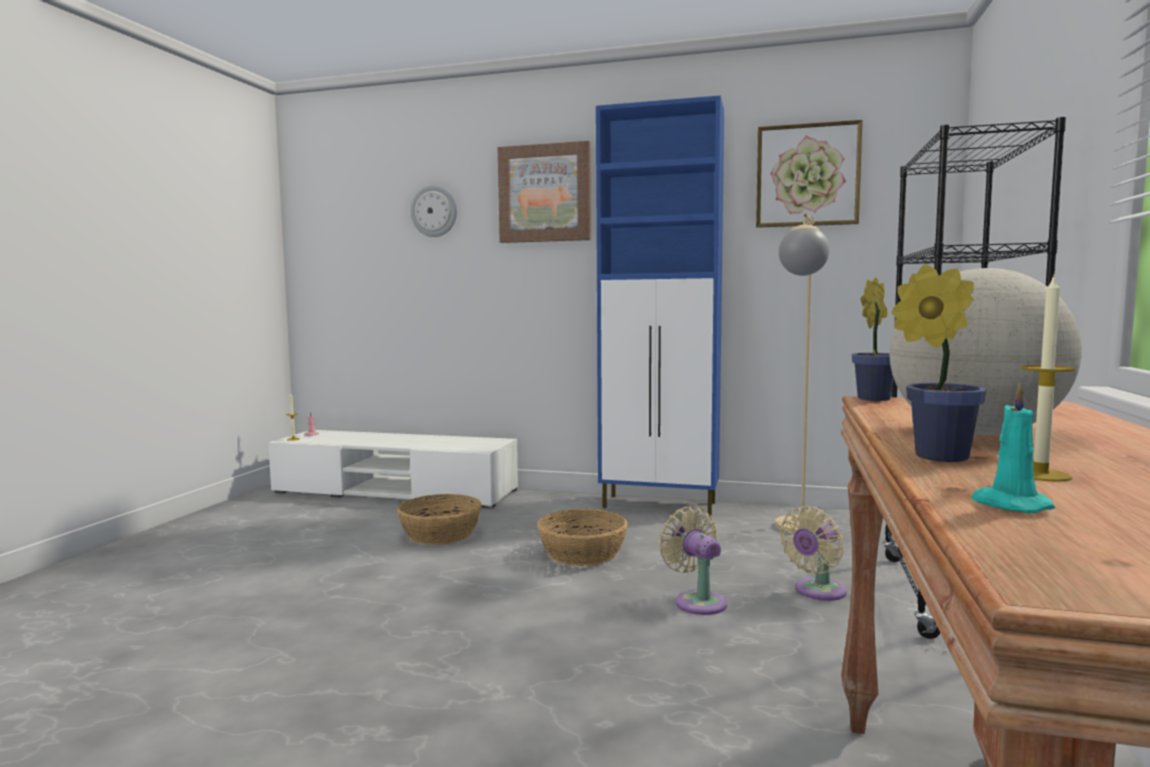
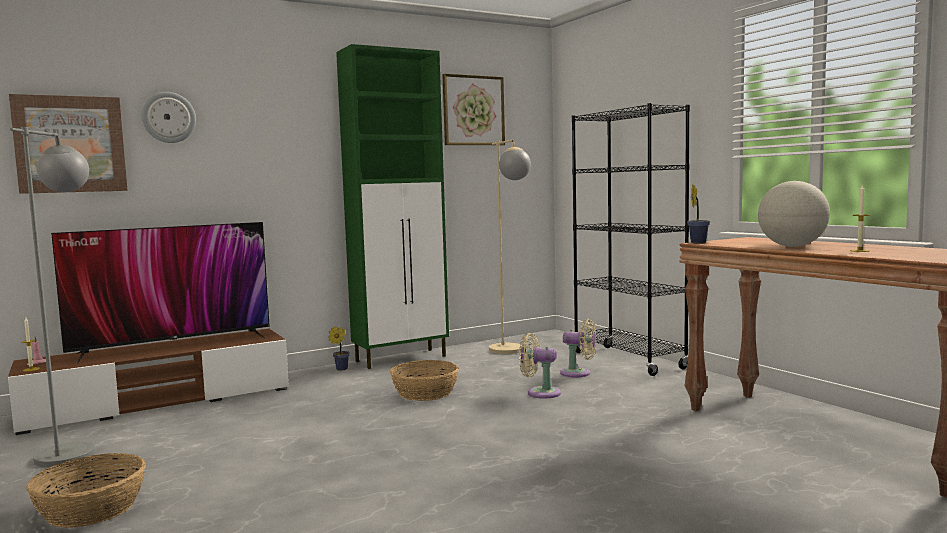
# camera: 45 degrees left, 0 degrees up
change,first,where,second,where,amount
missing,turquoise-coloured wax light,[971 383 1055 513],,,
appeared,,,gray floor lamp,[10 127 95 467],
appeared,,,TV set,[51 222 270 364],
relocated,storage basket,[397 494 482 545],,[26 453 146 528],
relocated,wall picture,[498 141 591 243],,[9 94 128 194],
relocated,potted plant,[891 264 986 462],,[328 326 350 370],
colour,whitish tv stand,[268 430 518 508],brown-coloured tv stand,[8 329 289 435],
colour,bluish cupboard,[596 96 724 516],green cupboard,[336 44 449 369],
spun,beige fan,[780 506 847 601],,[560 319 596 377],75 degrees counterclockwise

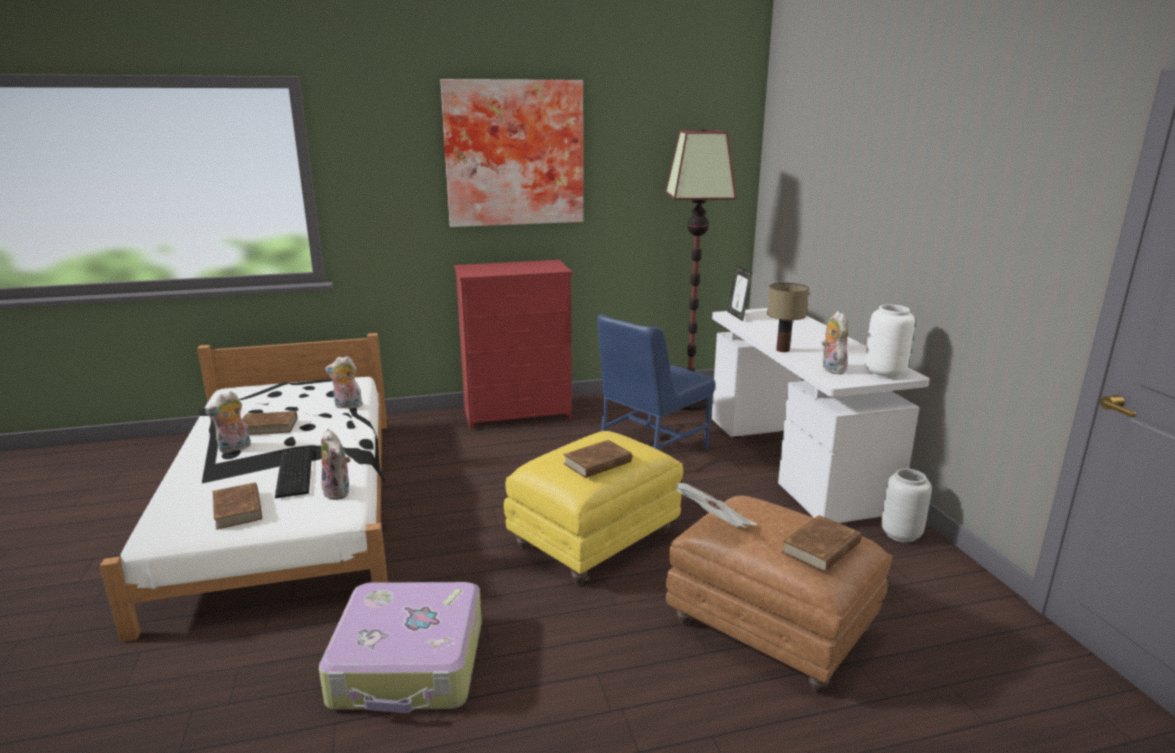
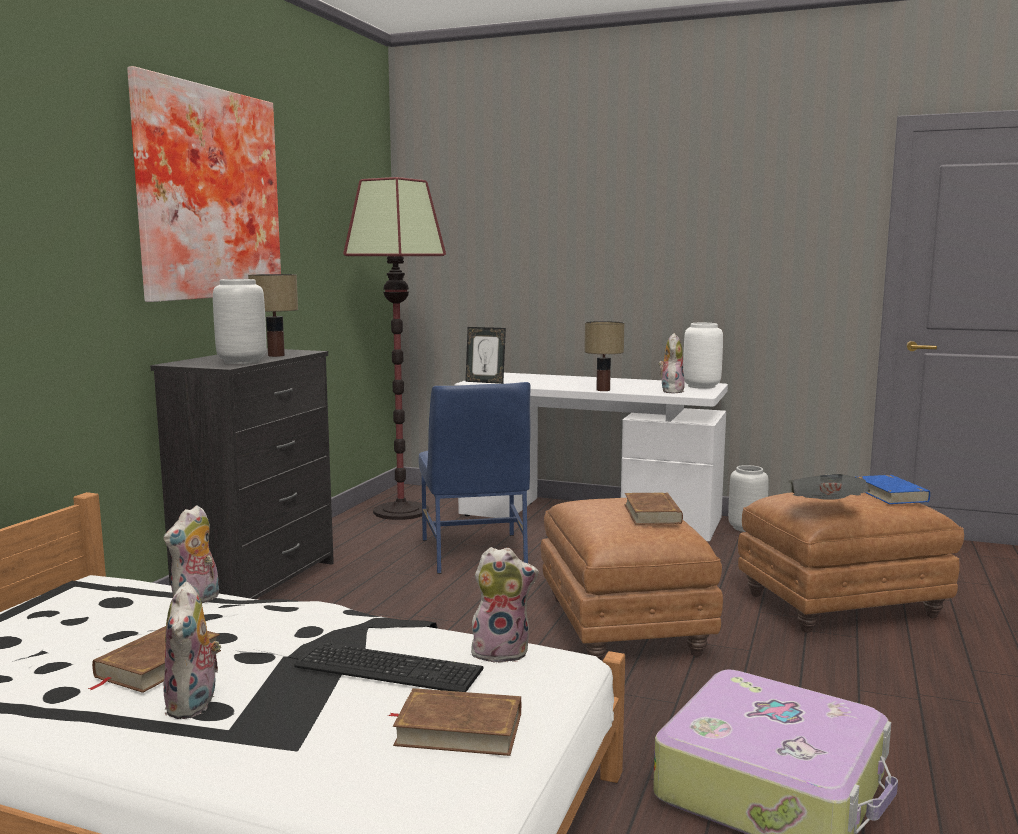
# camera: 55 degrees left, 10 degrees down
change,first,where,second,where,amount
appeared,,,gray decorative vase,[213 279 266 364],
appeared,,,table lamp,[248 274 298 357],
colour,reddish dresser,[454 260 572 430],black dresser,[150 348 334 599],
colour,yellow-coloured ottoman,[504 431 684 585],brown-coloured ottoman,[541 498 723 661],
colour,brown-coloured volume,[782 515 862 572],bluish volume,[856 475 930 504],
spun,soft toy,[822 311 848 374],,[658 333 685 394],75 degrees clockwise

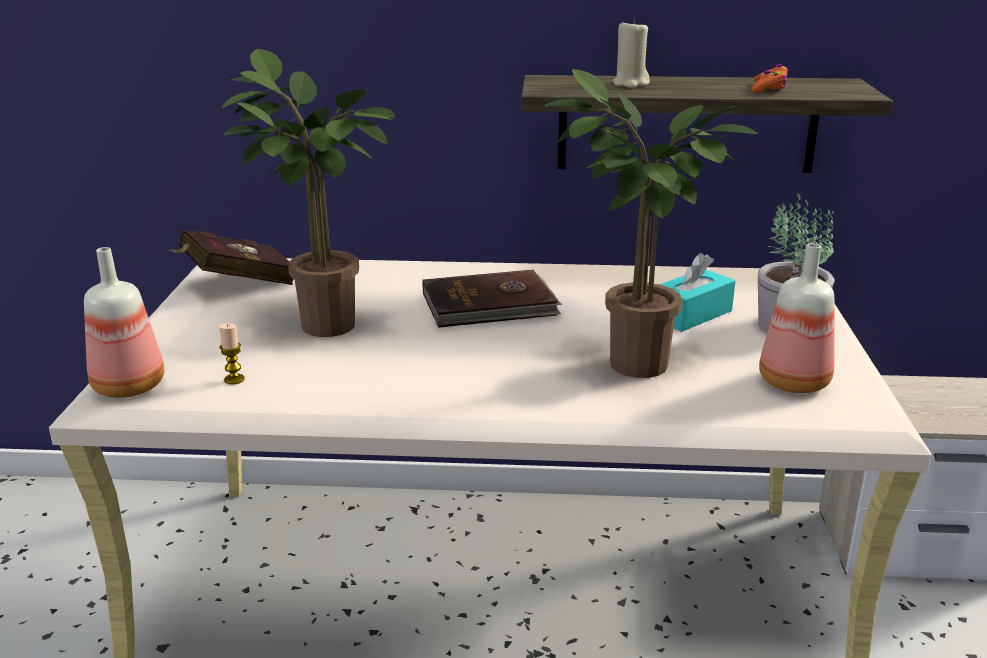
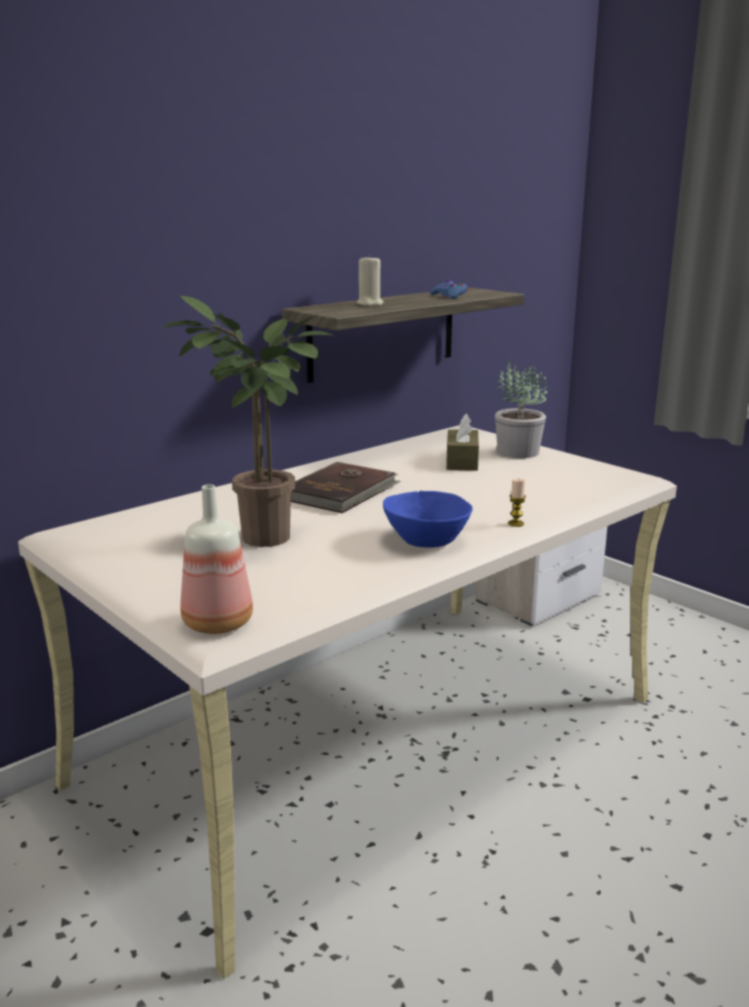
# camera: 45 degrees left, 5 degrees down
change,first,where,second,where,amount
missing,reddish volume,[168 230 293 285],,,
missing,potted plant,[544 69 758 378],,,
missing,drink bottle,[759 243 834 393],,,
appeared,,,bluish serving bowl,[383 491 473 548],
relocated,wax light,[219 323 245 385],,[508 478 526 527],
colour,turquoise-coloured tissue box,[660 253 735 332],brown-coloured tissue box,[446 414 479 471],
colour,orange joypad,[751 64 789 93],bluish joypad,[430 280 468 299],

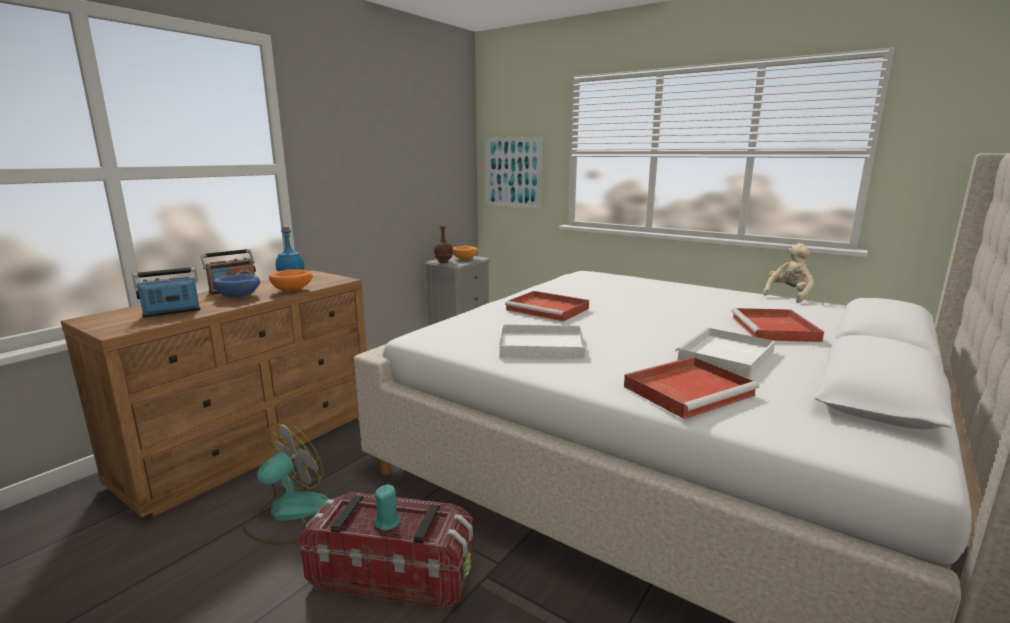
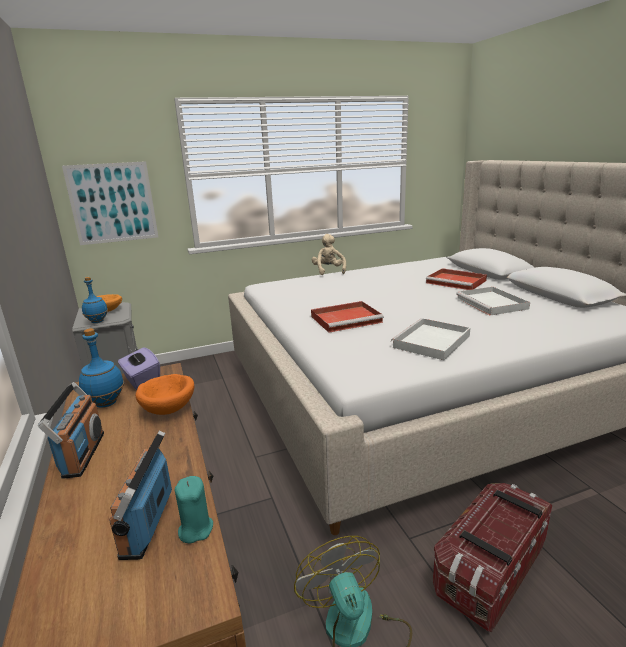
# camera: 55 degrees left, 5 degrees up
change,first,where,second,where,amount
missing,bluish serving bowl,[213 273 260 297],,,
missing,reddish serving tray,[624 357 759 419],,,
appeared,,,purple-coloured tissue box,[118 346 160 390],
relocated,turquoise-coloured wax light,[374 484 400 531],,[175 476 213 543],
relocated,beige soft toy,[763 243 814 303],,[312 234 346 275],
colour,brown-coloured drink bottle,[434 224 453 263],bluish drink bottle,[82 277 108 323],

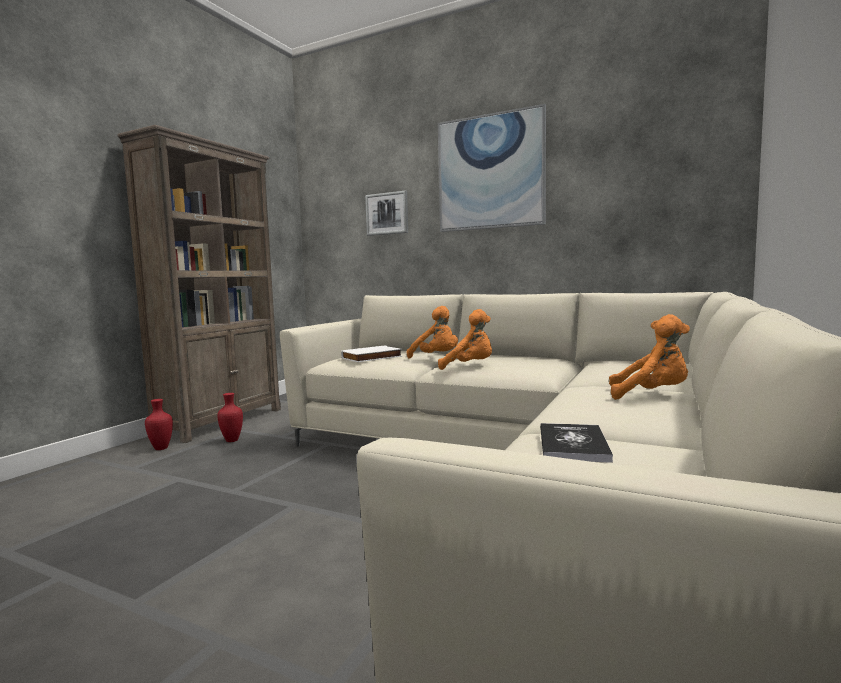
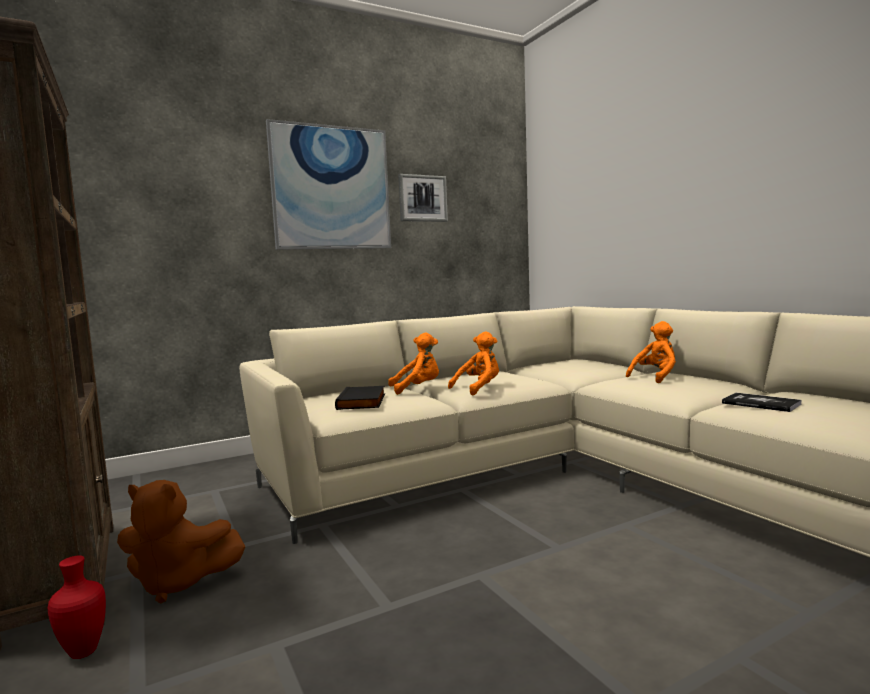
# camera: 55 degrees left, 0 degrees up
change,first,where,second,where,amount
relocated,wall picture,[365 190 408 236],,[398 174 448 222],
exchanged,reddish decorative vase,[217 393 243 442],brown-coloured soft toy,[117 480 246 604],
colour,whitish volume,[341 345 402 362],black volume,[335 386 385 410],

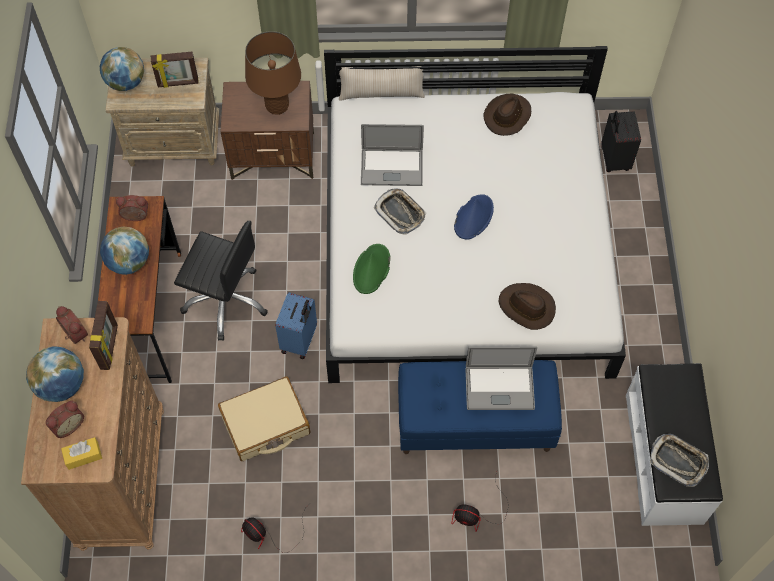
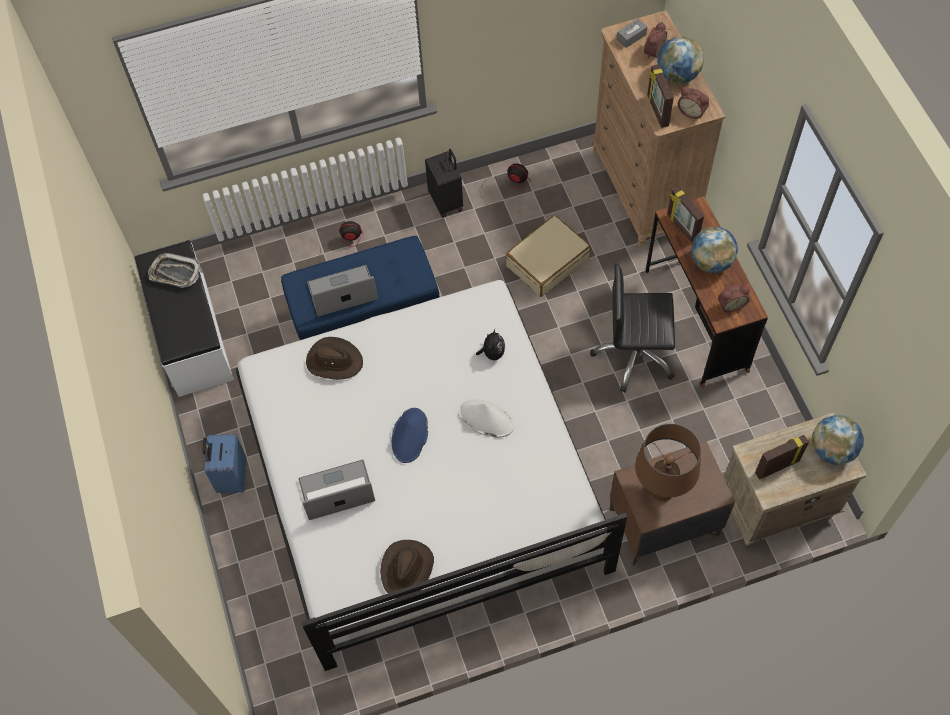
# camera: 165 degrees right, 0 degrees up
change,first,where,second,where,amount
appeared,,,picture frame,[667 186 704 243],
relocated,bluish piece of luggage,[275 292 317 359],,[202 434 247 493],
relocated,portable computer,[361 124 424 186],,[298 460 375 520],
relocated,black piece of luggage,[601 111 641 172],,[425 149 463 218],
exchanged,green hat,[353 244 390 294],soft toy,[476 329 505 360],
exchanged,serving tray,[374 188 426 235],whitish hat,[459 399 514 438],
colour,yellow-coloured tissue box,[61 437 102 470],gray tissue box,[617 19 647 48],

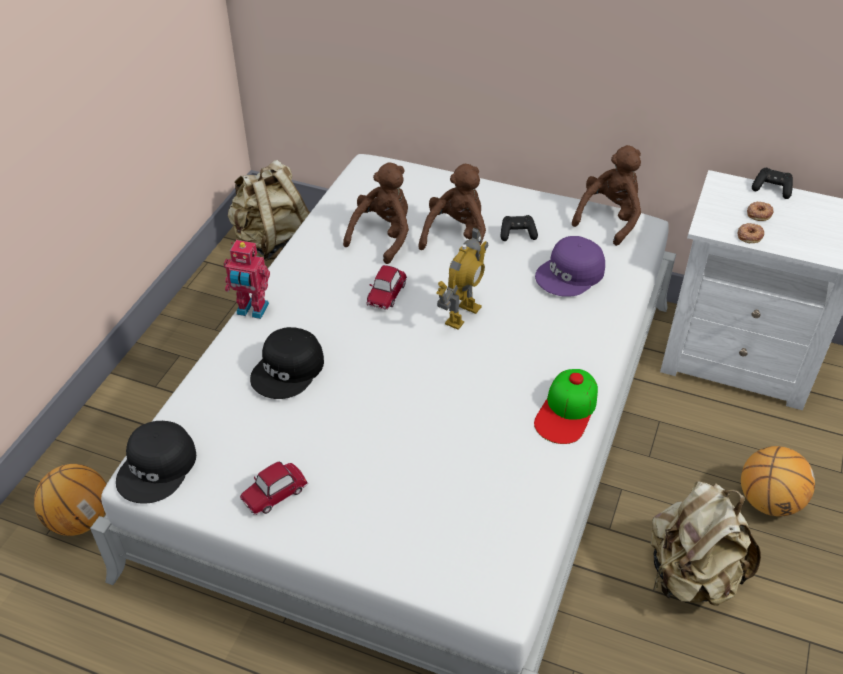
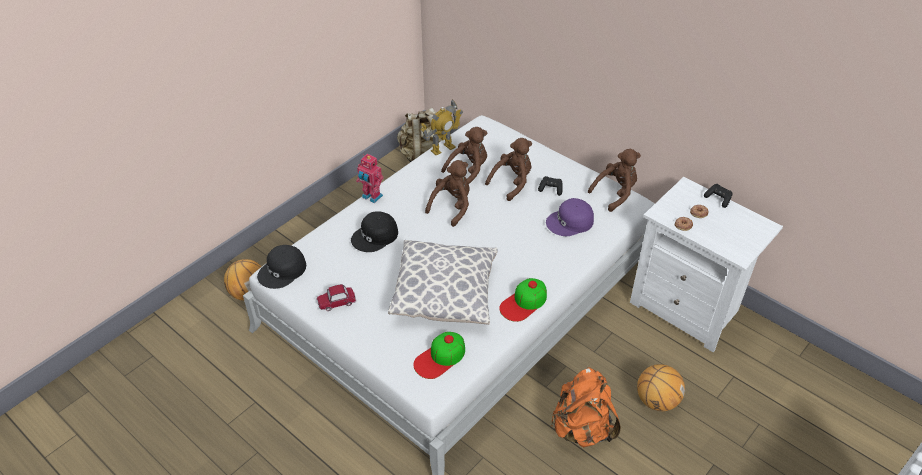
# camera: 20 degrees right, 0 degrees up
change,first,where,second,where,amount
appeared,,,cushion,[388 240 498 325],
appeared,,,cap,[413 332 465 379],
relocated,robot figure,[437 227 488 330],,[420 99 463 155],
exchanged,miniature car,[366 265 407 310],brown-coloured soft toy,[425 160 470 227],
colour,beige knapsack,[651 481 761 606],orange knapsack,[551 367 621 448],

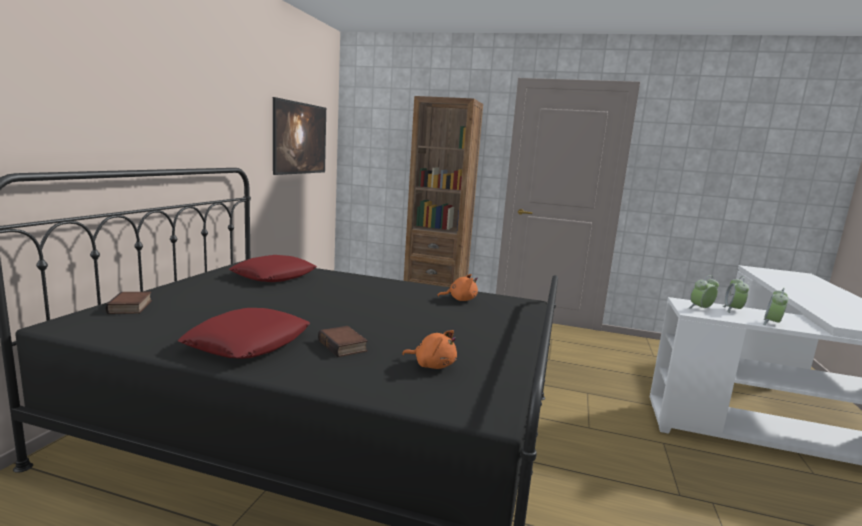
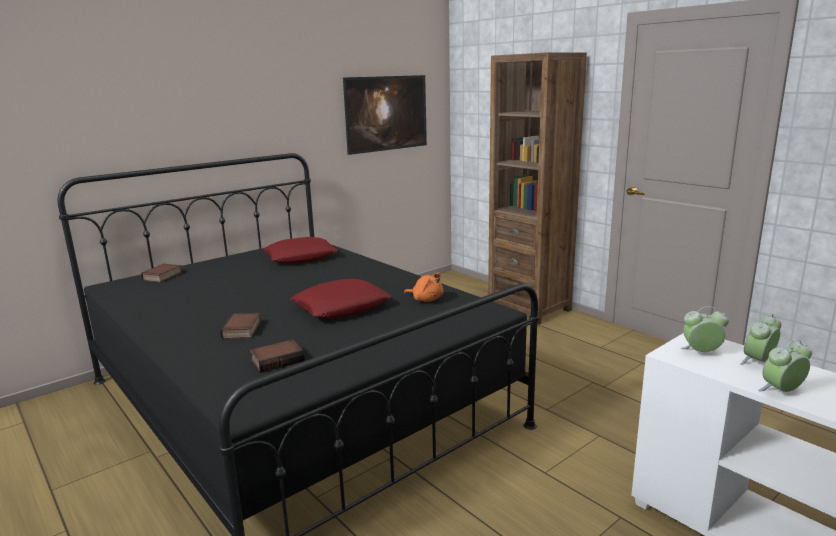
# camera: 35 degrees right, 5 degrees up
change,first,where,second,where,amount
relocated,reddish cushion,[178 308 310 359],,[291 279 392 318],
exchanged,orange soft toy,[402 330 457 369],volume,[250 339 305 373],

